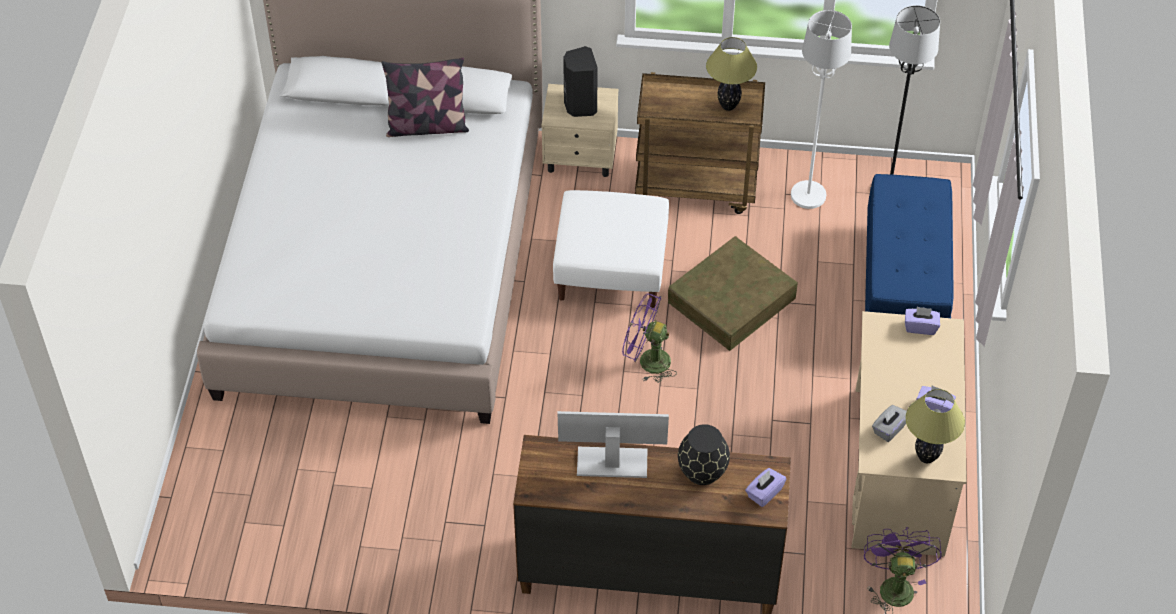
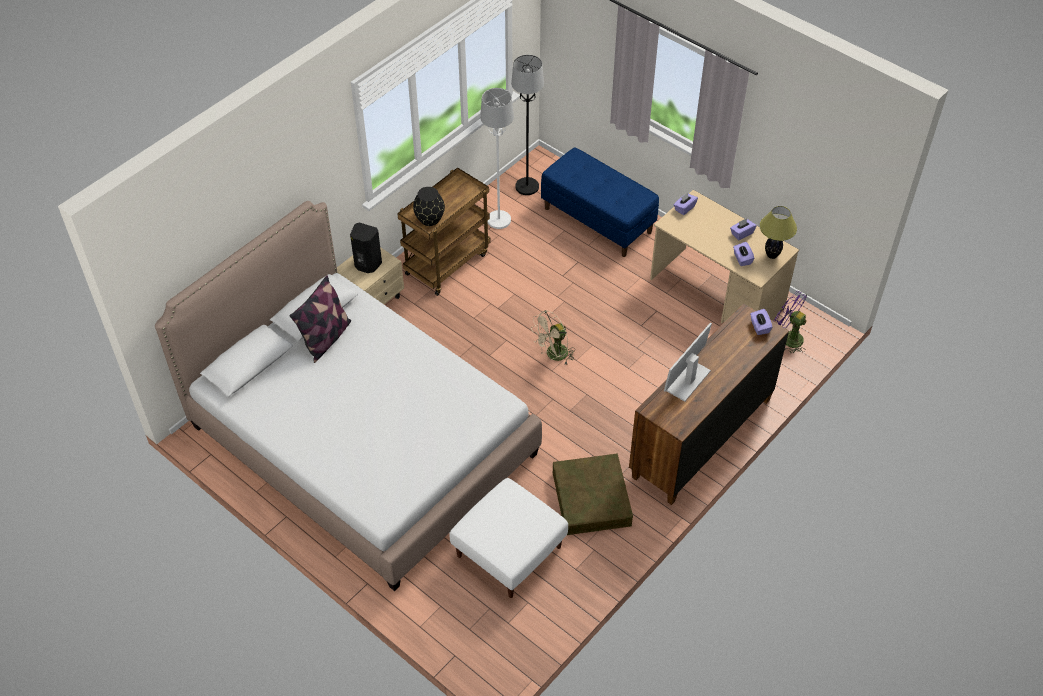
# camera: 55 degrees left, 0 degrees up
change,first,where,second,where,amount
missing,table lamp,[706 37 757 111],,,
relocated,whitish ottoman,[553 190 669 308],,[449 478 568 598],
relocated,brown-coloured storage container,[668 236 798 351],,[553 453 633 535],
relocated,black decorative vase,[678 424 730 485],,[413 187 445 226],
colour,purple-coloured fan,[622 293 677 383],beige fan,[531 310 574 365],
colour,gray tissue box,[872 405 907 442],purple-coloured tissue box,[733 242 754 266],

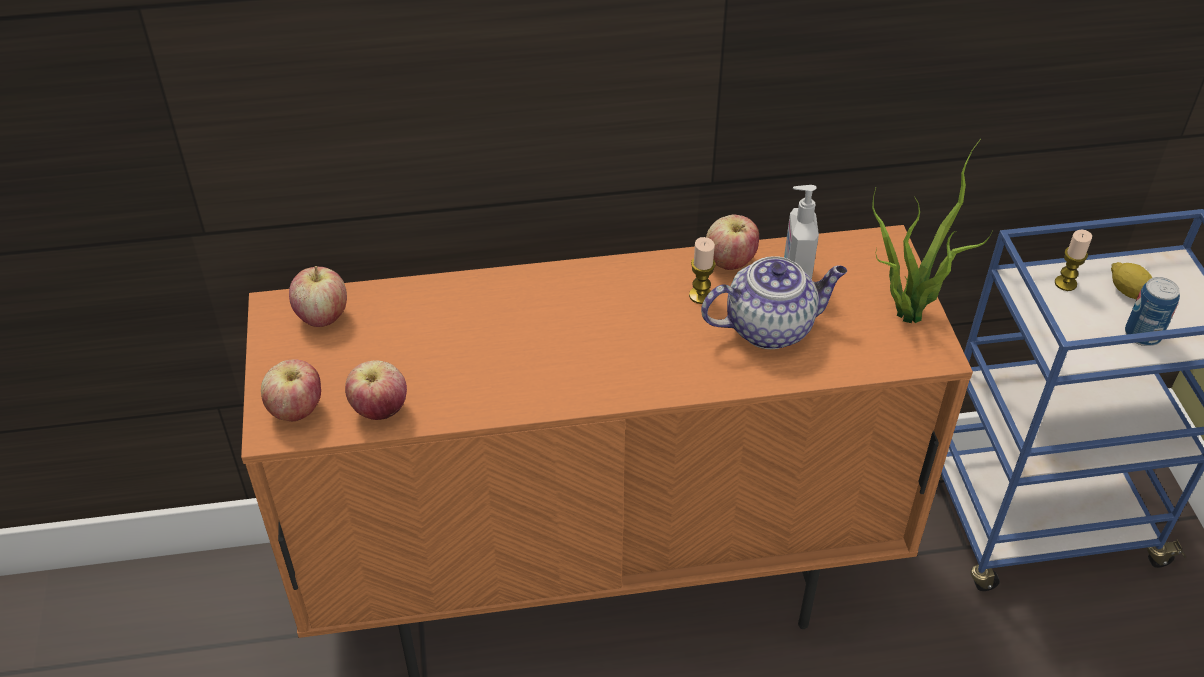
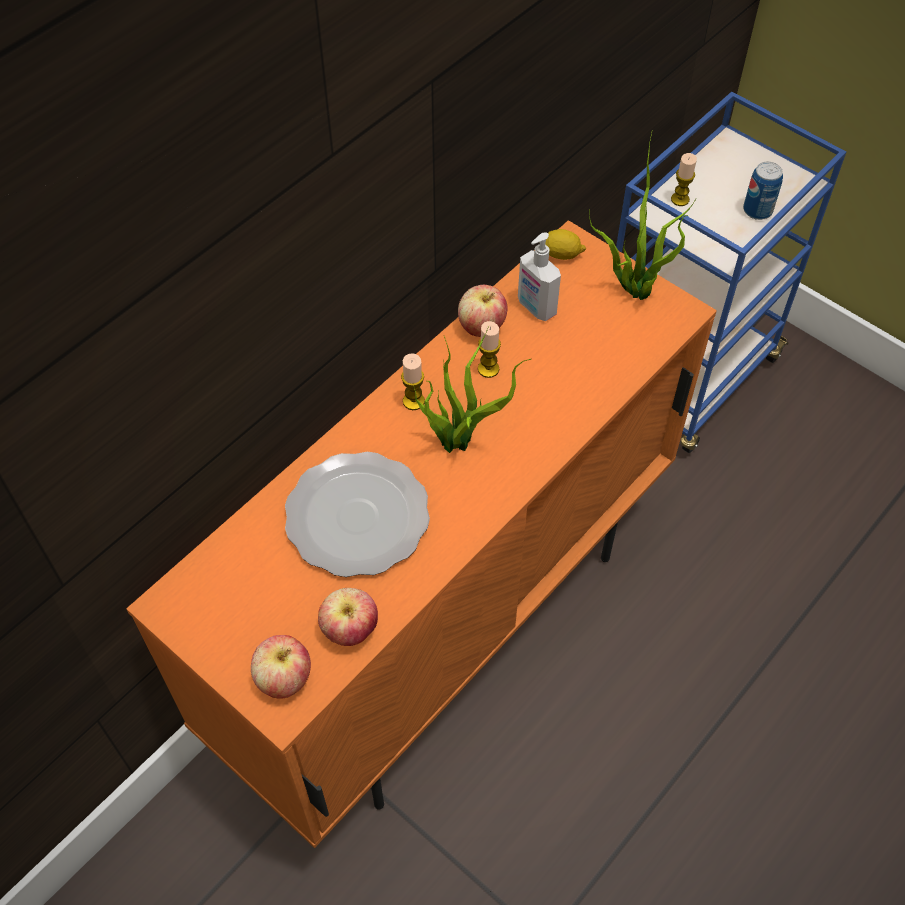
# camera: 40 degrees left, 10 degrees up
change,first,where,second,where,amount
missing,apple,[289 266 347 327],,,
missing,tea pot,[701 256 847 349],,,
appeared,,,dinner plate,[285 452 430 577],
appeared,,,wax light,[401 353 425 410],
appeared,,,potted plant,[414 327 531 453],
relocated,citrus fruit,[1111 262 1152 299],,[539 229 586 260],

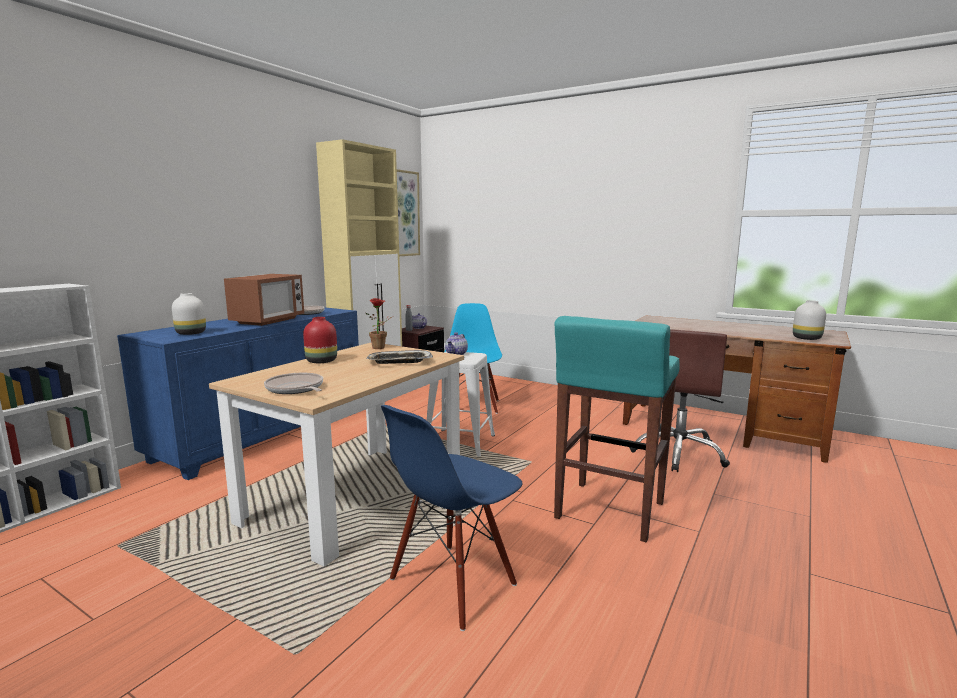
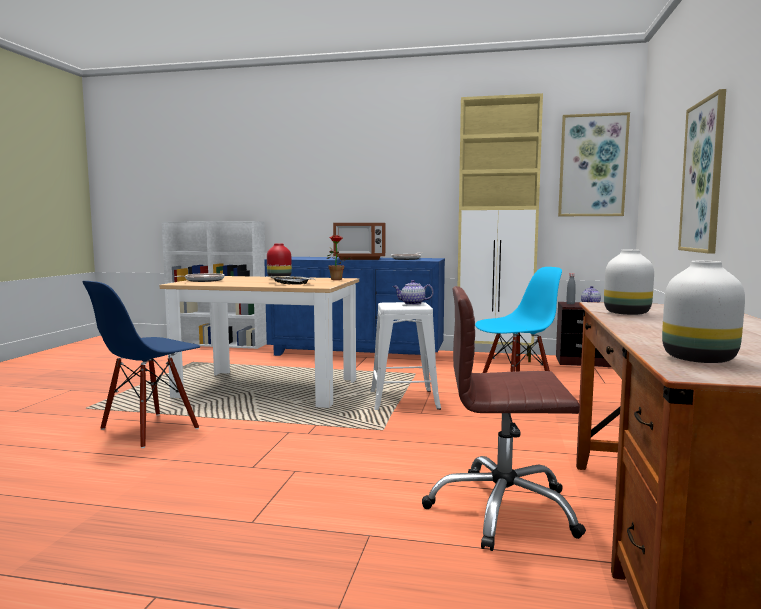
# camera: 70 degrees right, 5 degrees down
change,first,where,second,where,amount
missing,turquoise-coloured sitting stool,[554 316 680 542],,,
appeared,,,wall picture,[678 89 726 254],
relocated,whitish decorative vase,[172 293 206 335],,[604 250 654 315],
spun,bluish chair,[381 405 523 631],,[82 281 200 448],75 degrees counterclockwise

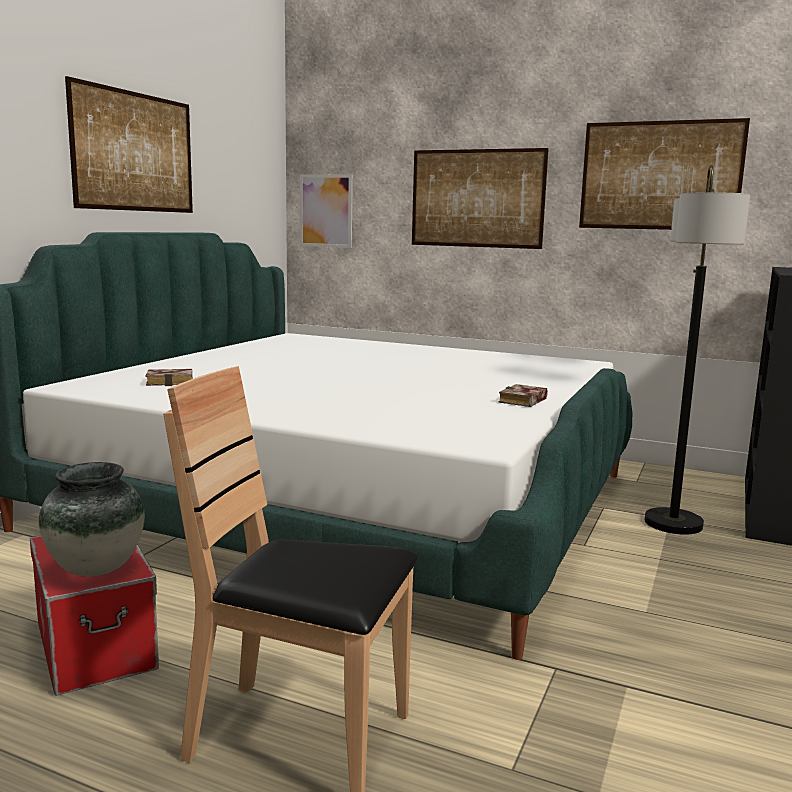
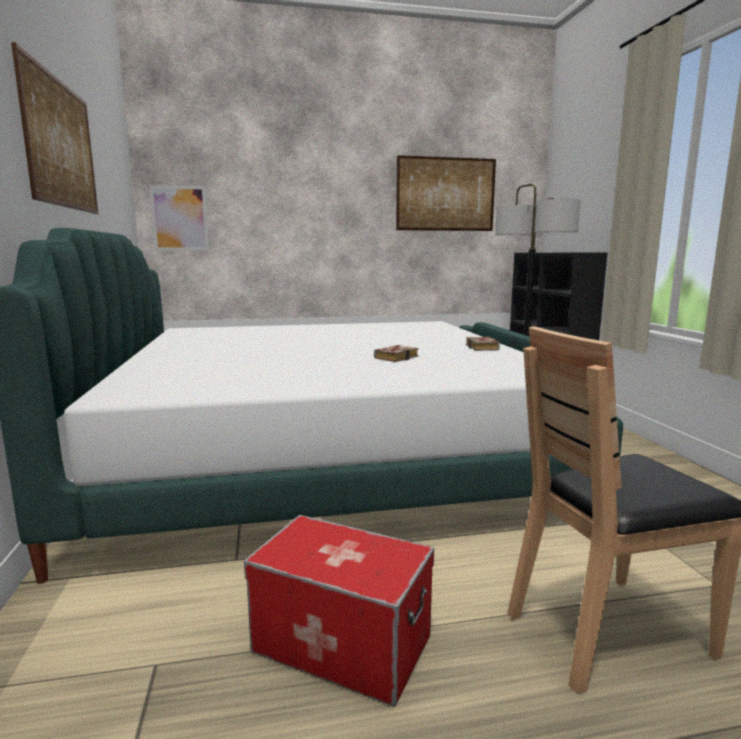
# camera: 35 degrees left, 0 degrees up
change,first,where,second,where,amount
missing,decorative vase,[39 462 145 577],,,
missing,wall picture,[412 148 549 249],,,
relocated,volume,[145 369 193 386],,[374 345 419 362],

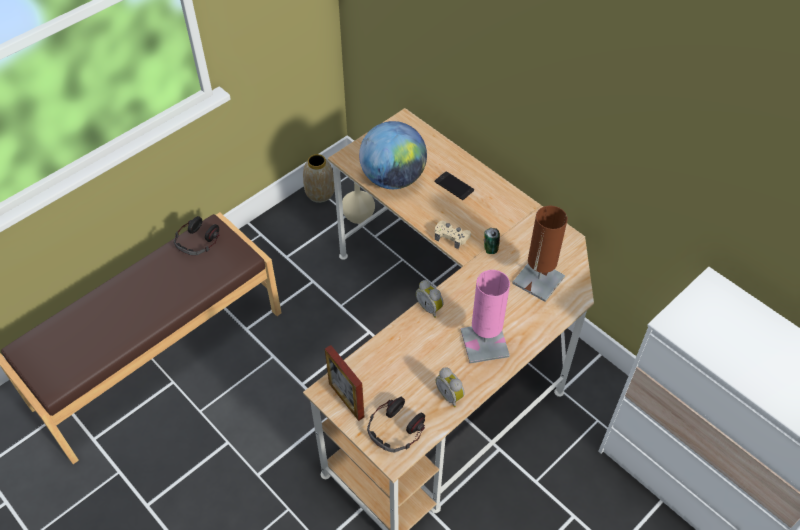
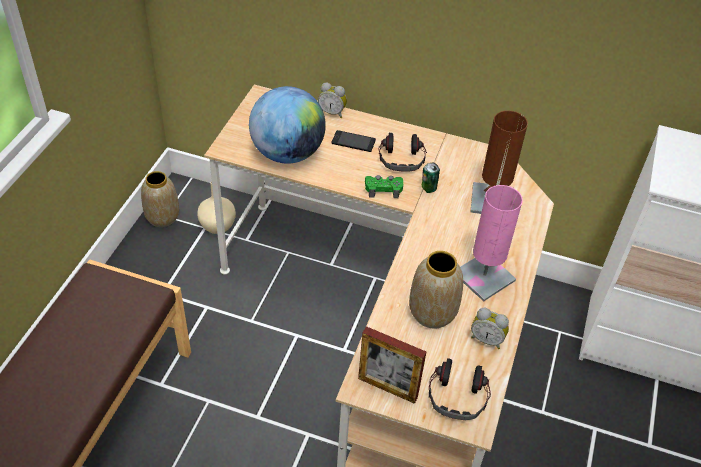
# camera: 30 degrees left, 5 degrees down
change,first,where,second,where,amount
appeared,,,decorative vase,[409 251 463 328],
relocated,headset,[174 216 220 255],,[379 133 427 172],
relocated,bedside clock,[416 280 444 318],,[318 82 347 118],
colour,beige joypad,[435 221 471 249],green joypad,[365 175 403 198],

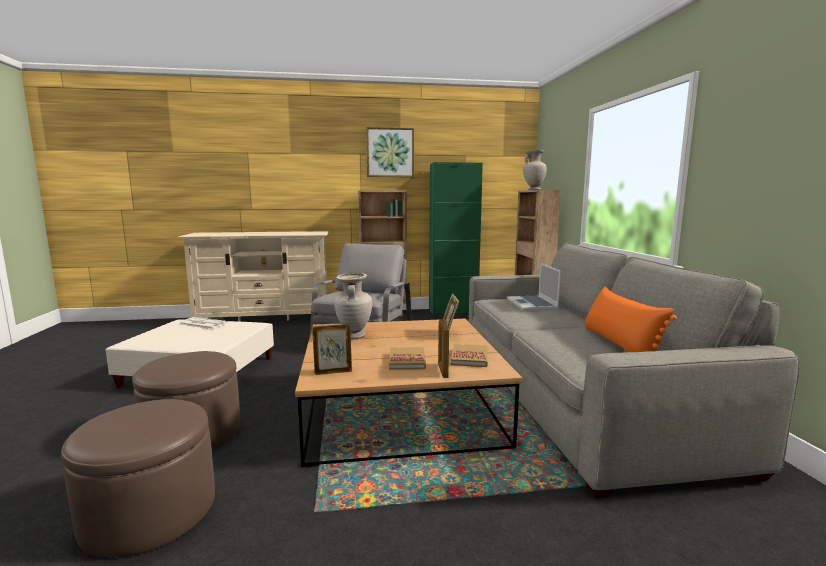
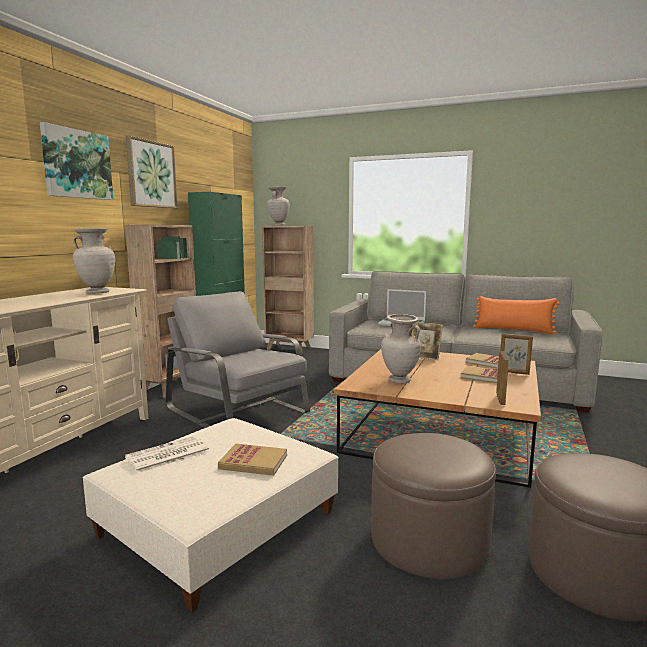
# camera: 60 degrees left, 0 degrees up
change,first,where,second,where,amount
appeared,,,wall picture,[40 122 113 200],
appeared,,,beige decorative vase,[73 228 115 294],
appeared,,,volume,[218 444 287 476],

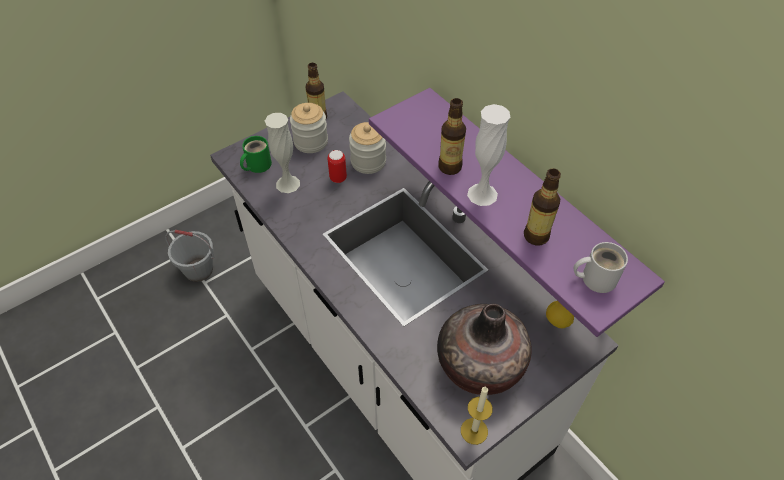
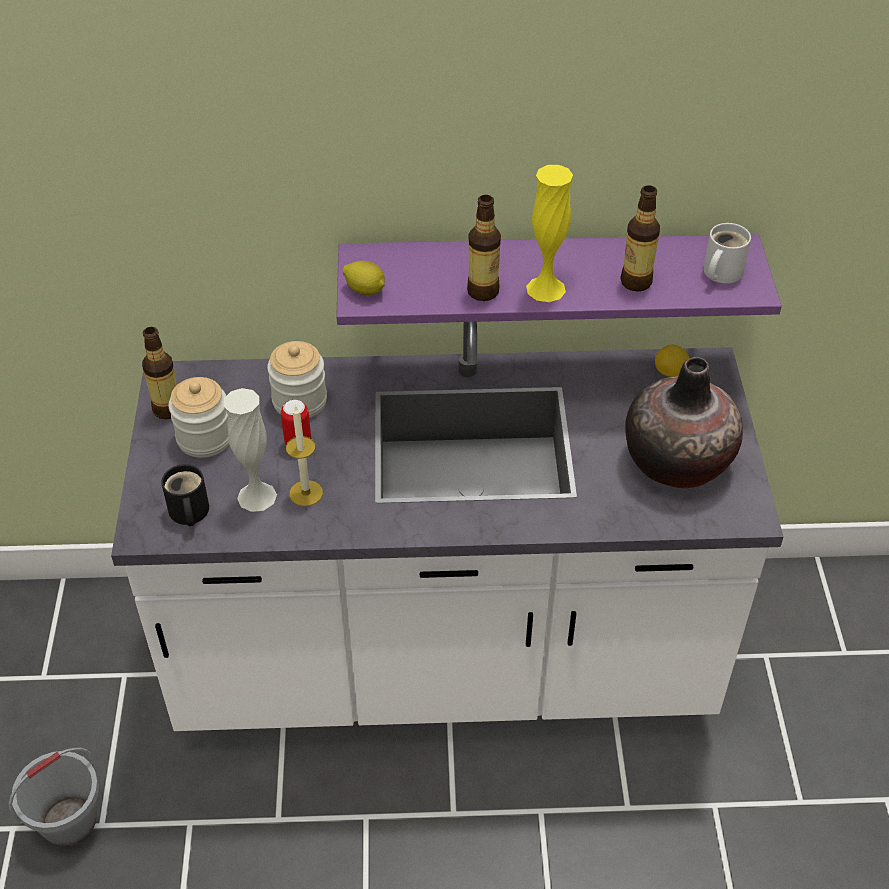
# camera: 55 degrees left, 5 degrees down
change,first,where,second,where,amount
appeared,,,citrus fruit,[342 261 385 296],
relocated,wax light,[461 386 493 445],,[286 405 323 506],
colour,green coffee mug,[240 136 272 173],black coffee mug,[161 464 209 526],
colour,whitish decorative vase,[467 104 510 206],yellow-coloured decorative vase,[526 165 573 302],

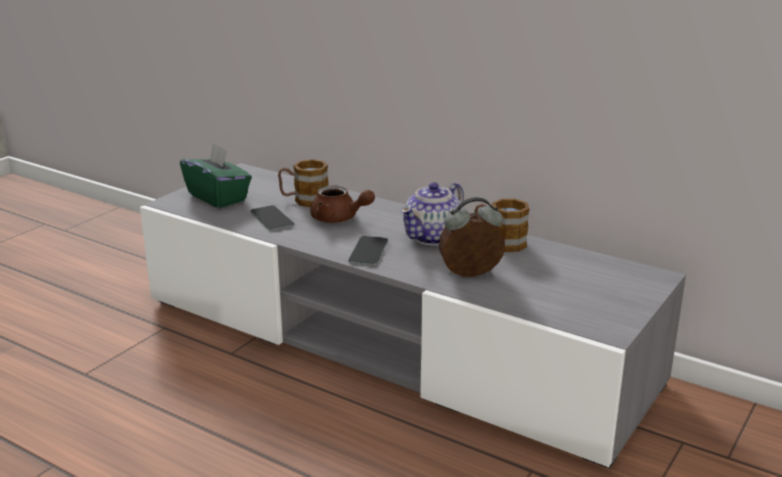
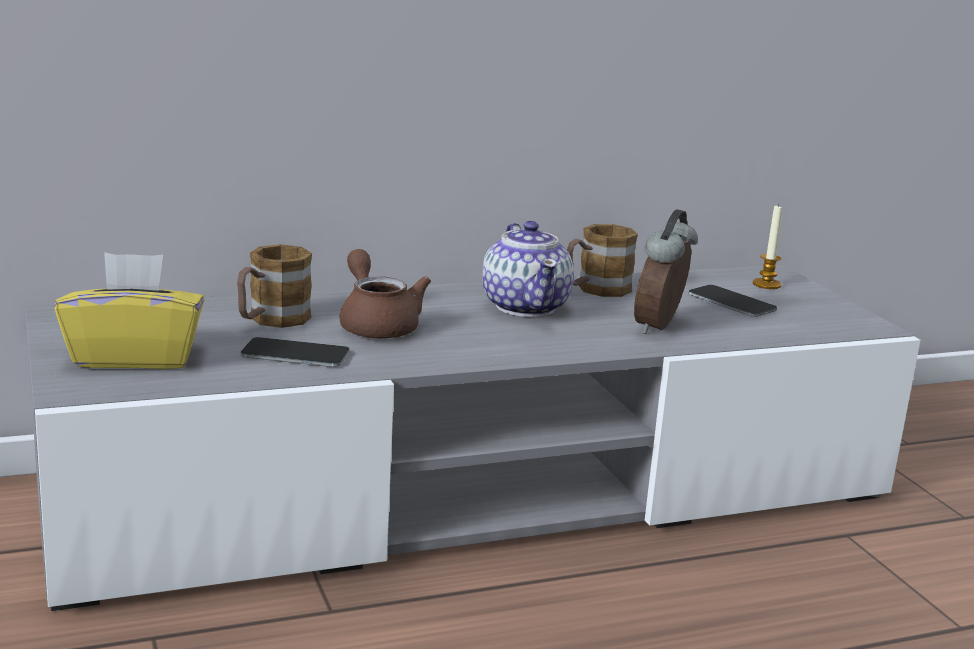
# camera: 55 degrees left, 5 degrees down
change,first,where,second,where,amount
appeared,,,wax light,[753 204 782 289],
relocated,phone,[348 236 388 265],,[689 285 777 317],
colour,green tissue box,[180 143 252 208],yellow-coloured tissue box,[54 253 205 369],
spun,brown-coloured tea pot,[310 186 375 223],,[340 249 431 339],90 degrees counterclockwise

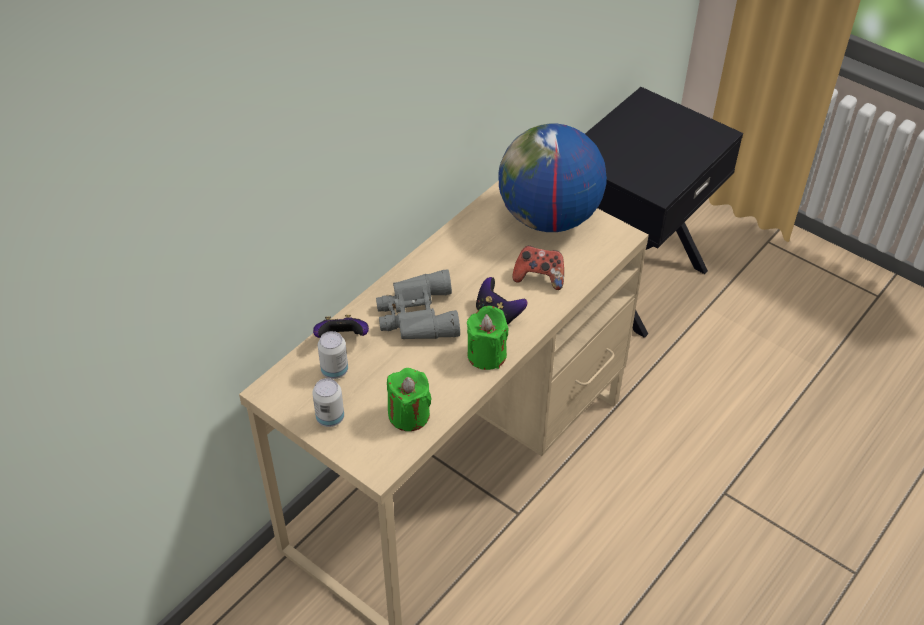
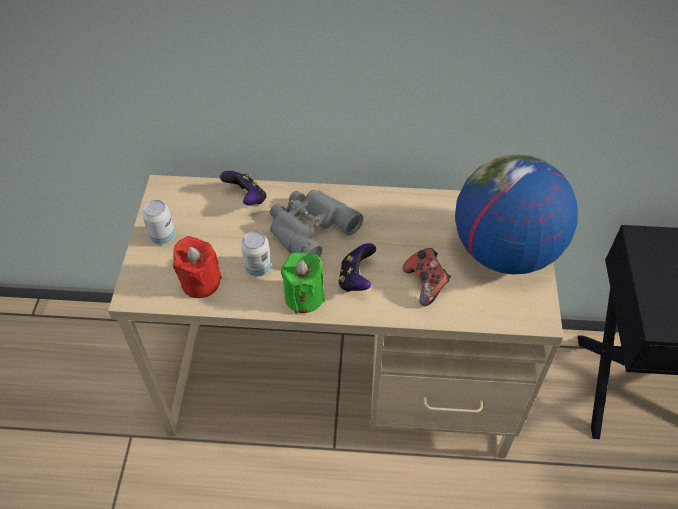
# camera: 55 degrees right, 5 degrees up
change,first,where,second,where,amount
relocated,metal can,[318 331 348 379],,[241 231 271 277],
colour,green wax light,[387 368 432 431],reddish wax light,[173 236 222 298],

